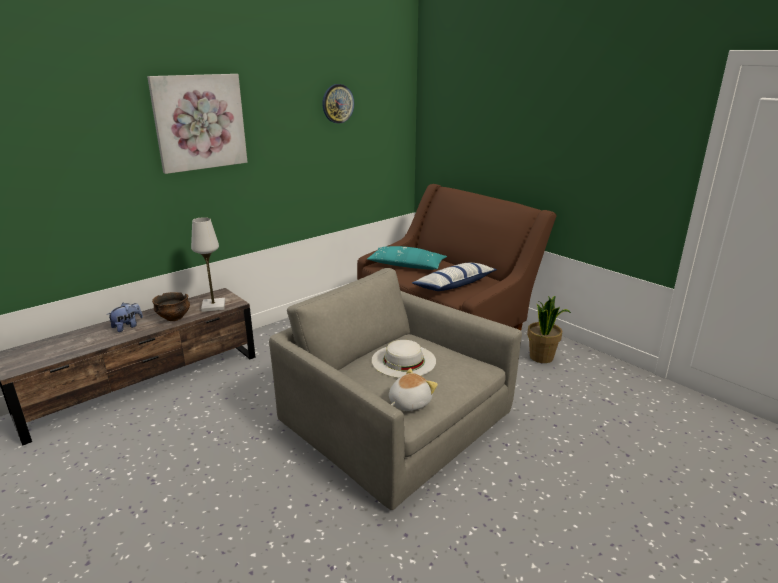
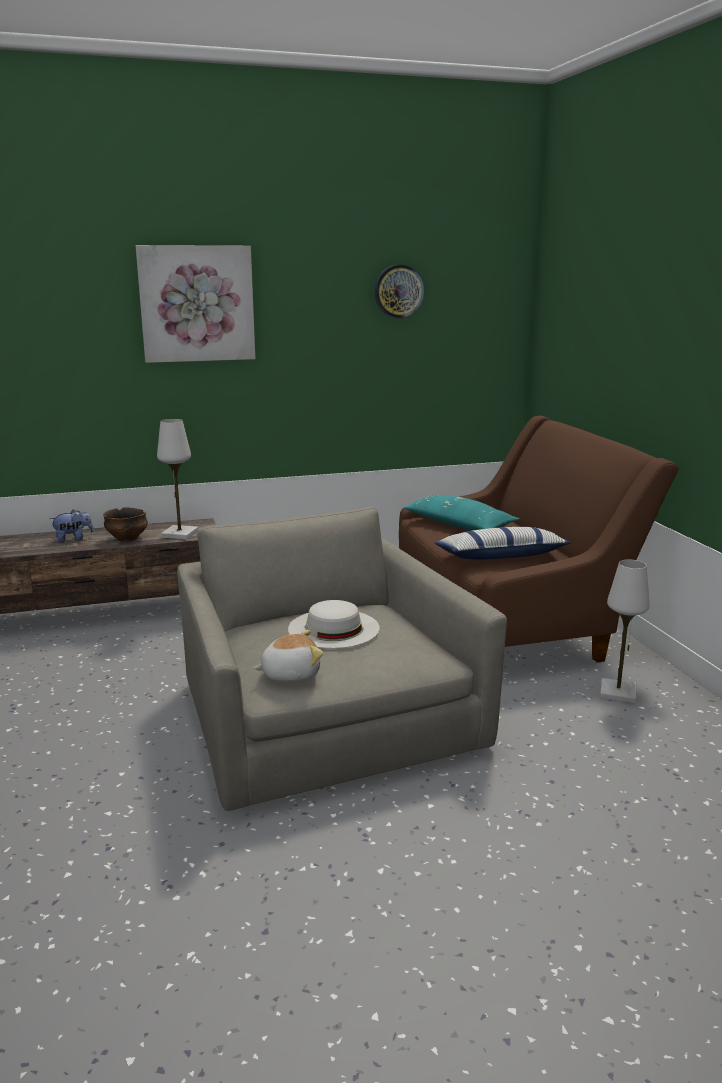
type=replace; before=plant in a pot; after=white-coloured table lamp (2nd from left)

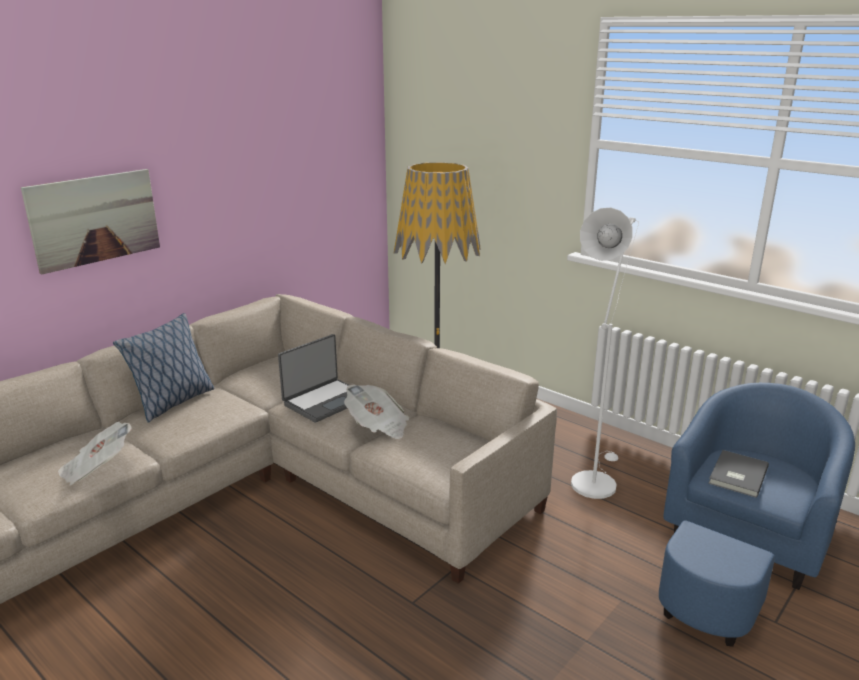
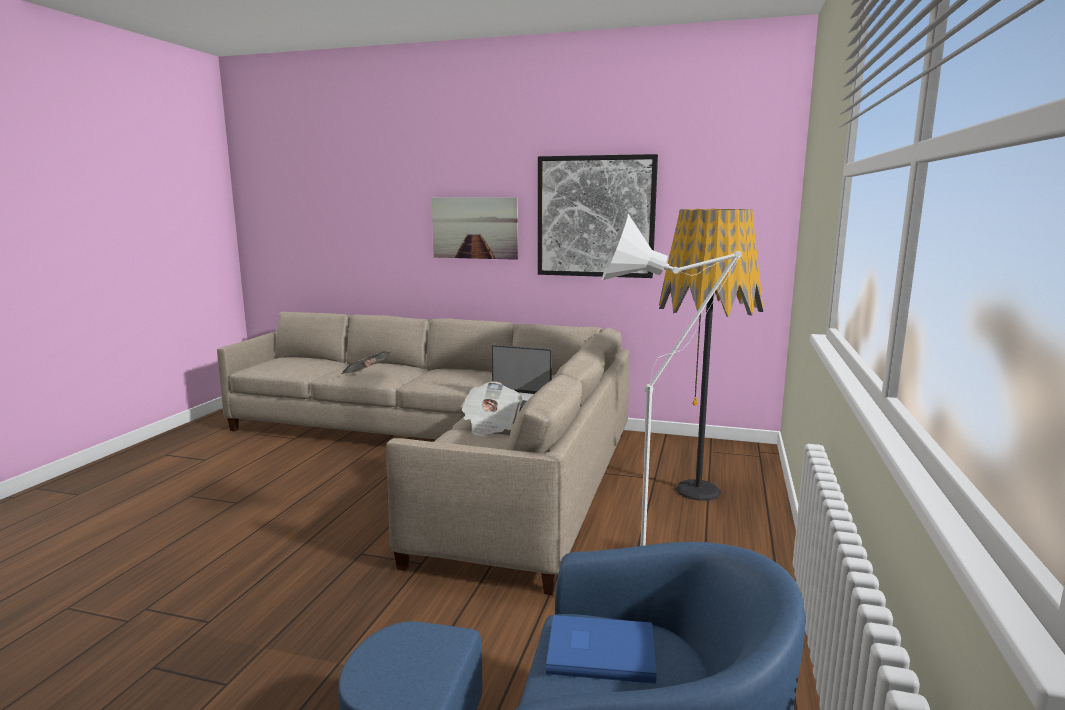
type=delete; before=throw pillow
type=recolor; before=grey bound book; after=bluish bound book
type=insert; after=wall picture (2nd from left)

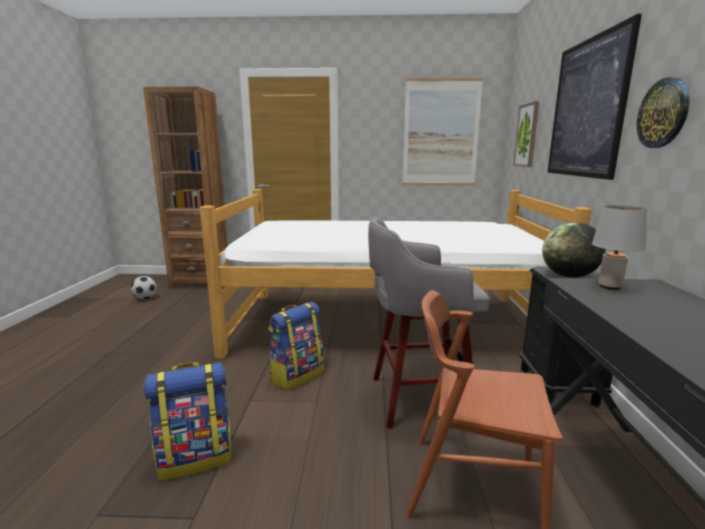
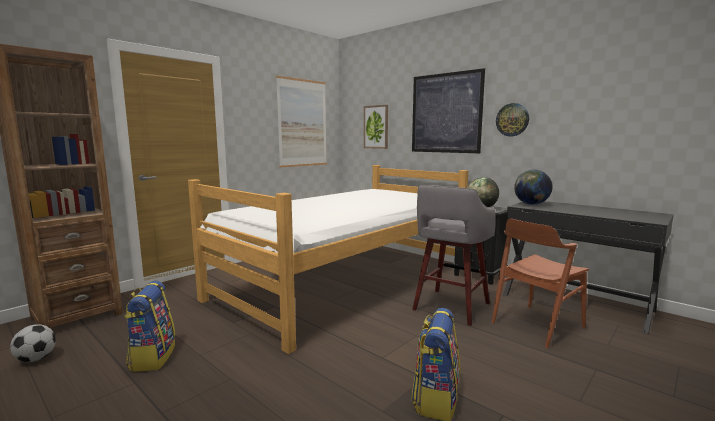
type=replace; before=grey table lamp; after=globe (2nd from left)
type=move; before=rucksack (2nd from left in the first image); after=rucksack (1st from left)

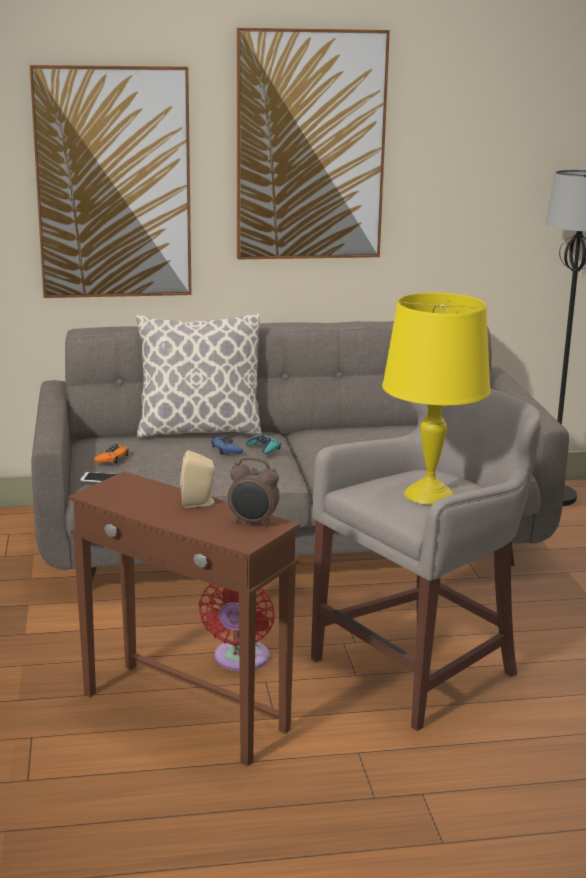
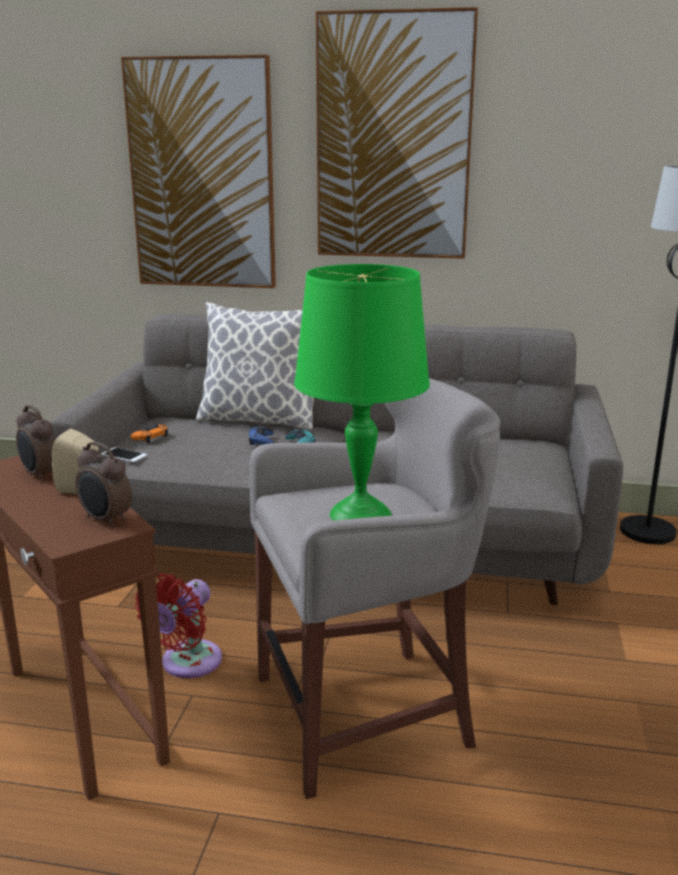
type=recolor; before=yellowish table lamp; after=greenish table lamp
type=insert; after=table clock (1st from left)

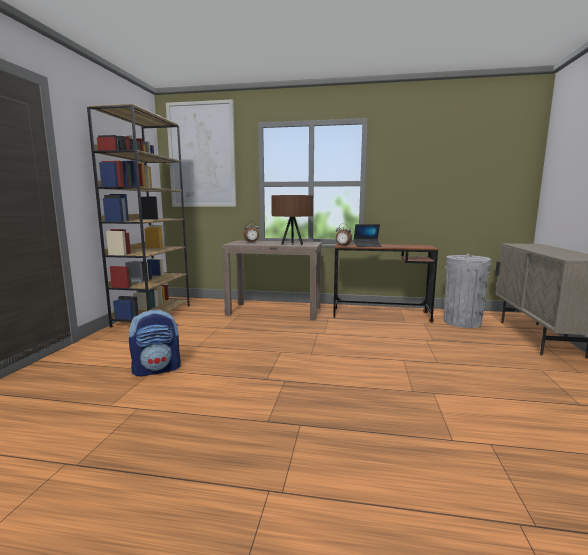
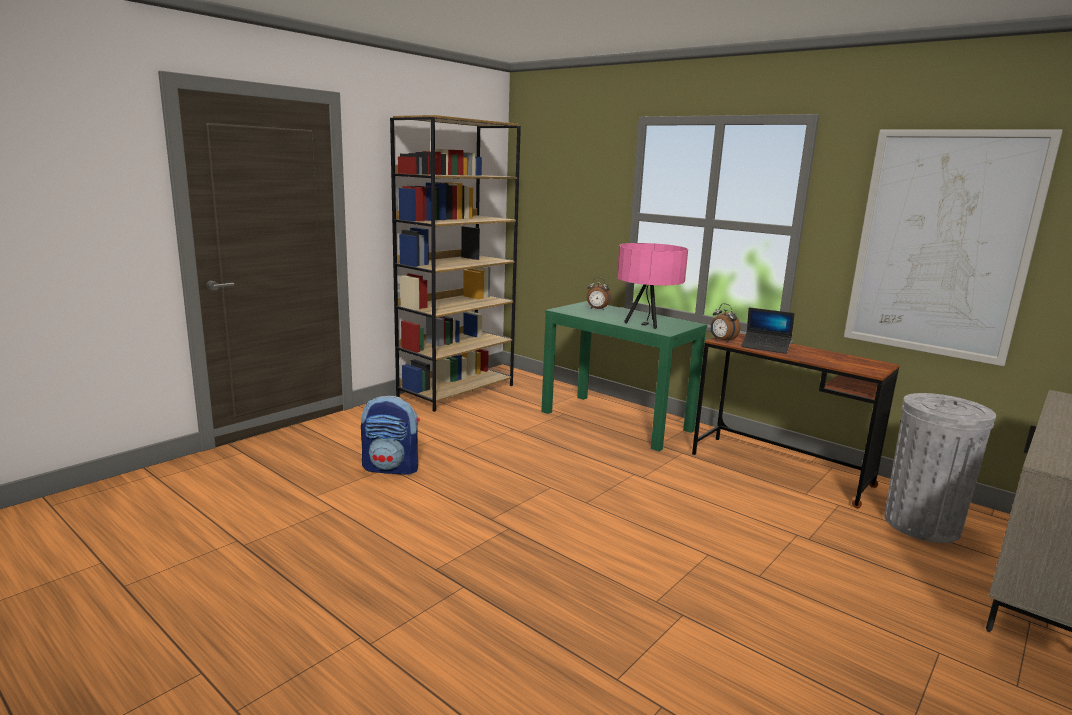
type=move; before=wall picture
type=recolor; before=brown table lamp; after=pinkish table lamp
type=recolor; before=brown console table; after=greenish console table

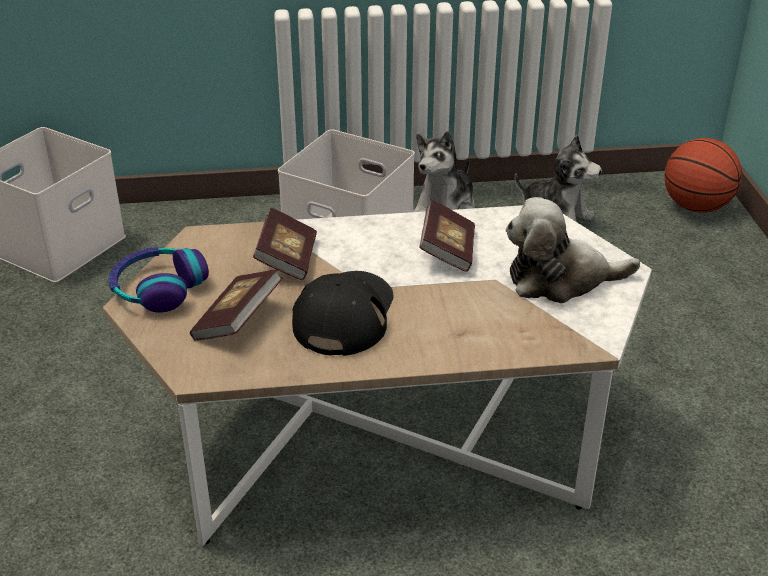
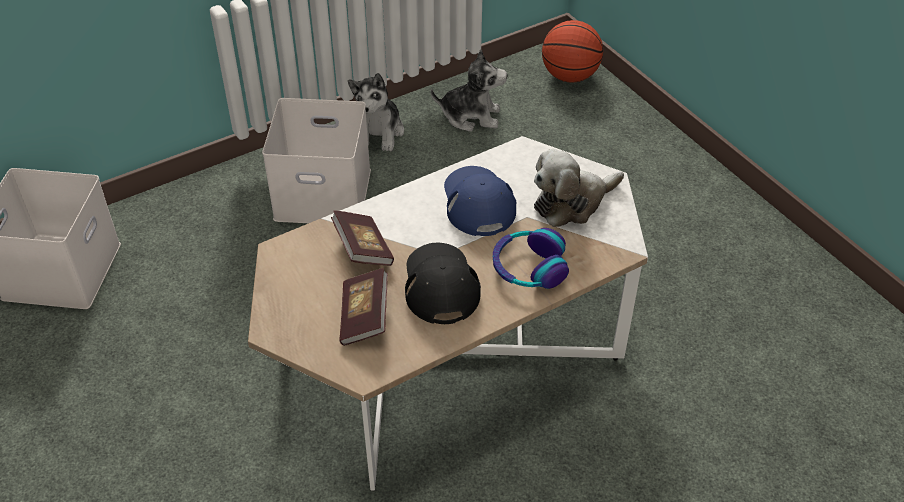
type=replace; before=bound book (3rd from left); after=bluish baseball cap
type=move; before=pair of headphones

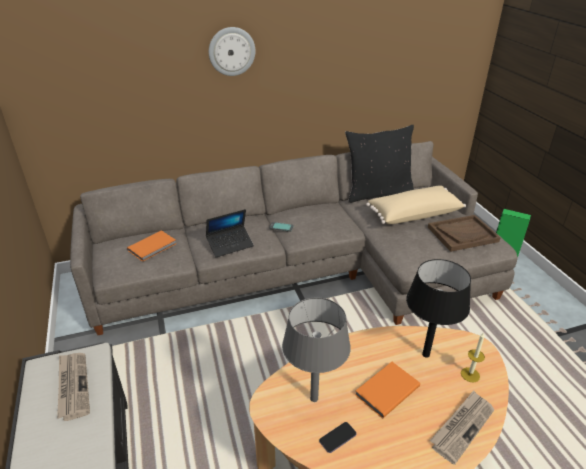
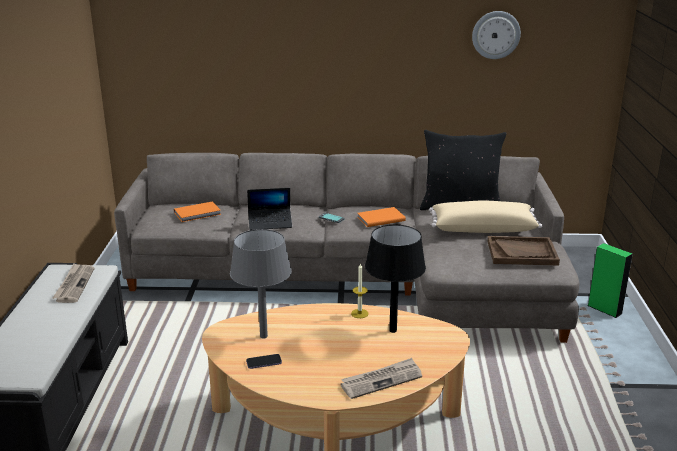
type=move; before=hanging clock
type=move; before=wax candle
type=move; before=orange-coloured bound book (2nd from left)

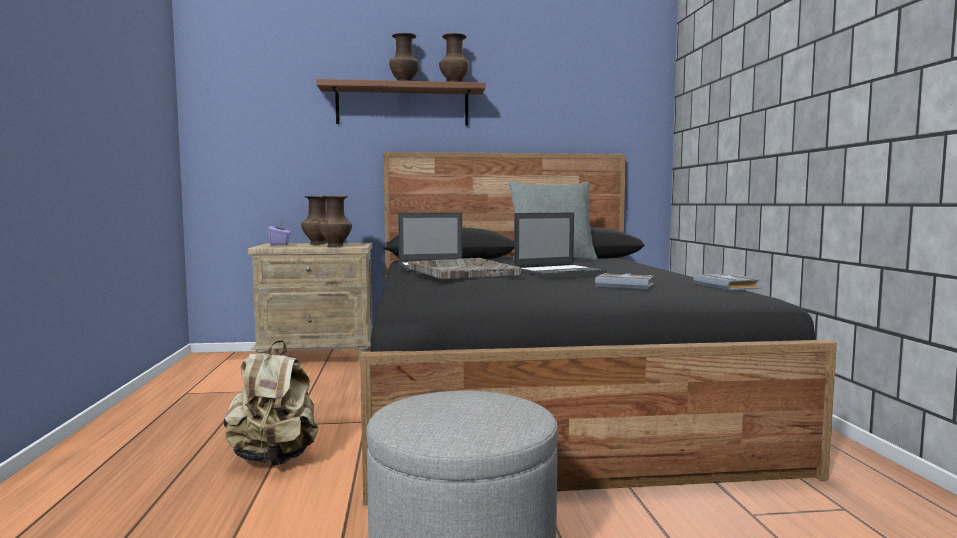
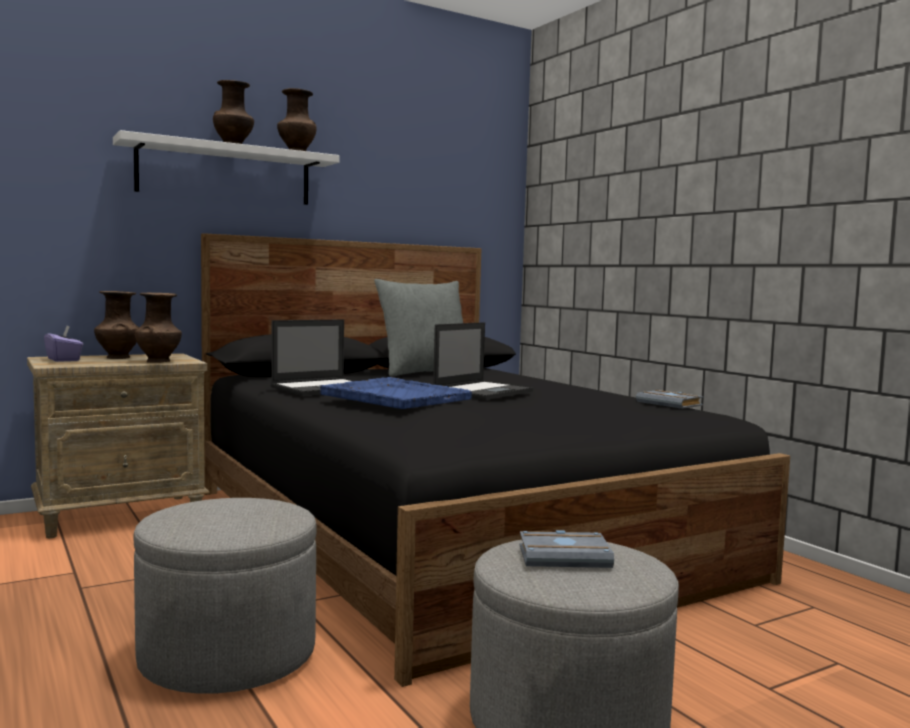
type=recolor; before=brown wall shelf; after=white-coloured wall shelf
type=recolor; before=grey tray; after=bluish tray
type=move; before=grey bound book (1st from left)
type=replace; before=beige rucksack; after=grey ottoman (1st from left)

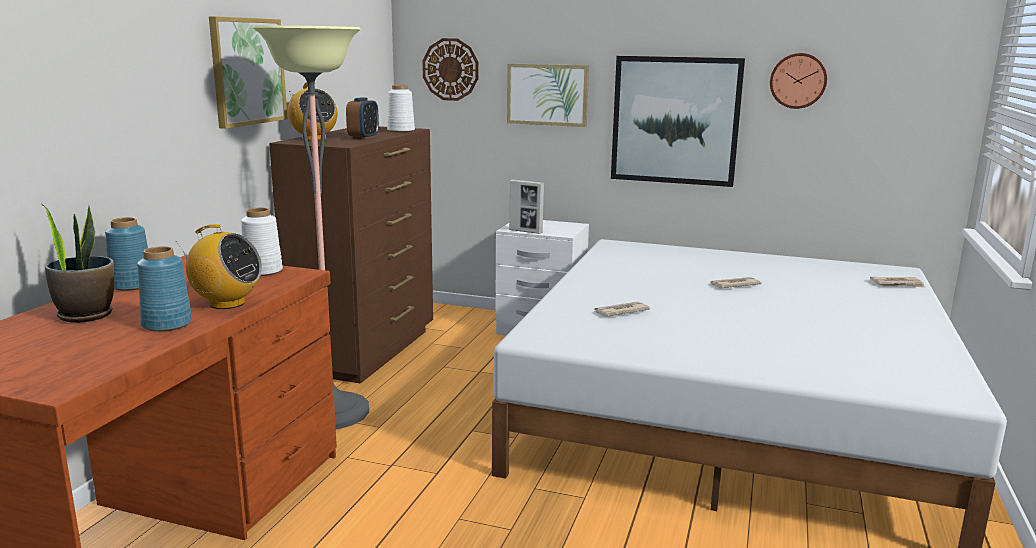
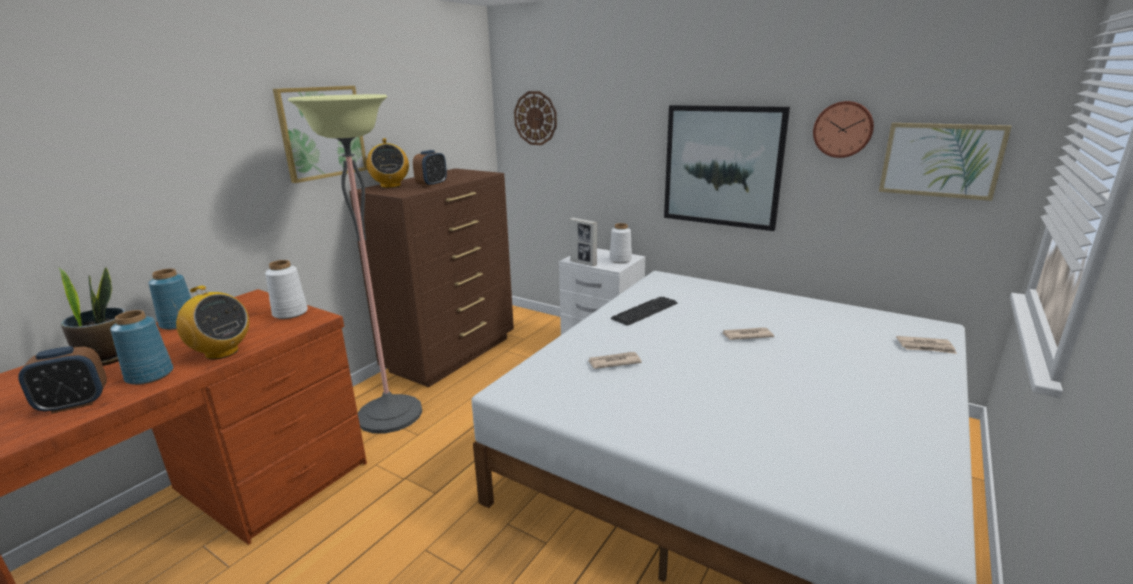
type=move; before=wall picture (2nd from left in the first image); after=wall picture (3rd from left)
type=move; before=white-coloured vase (2nd from left)
type=insert; after=keyboard
type=insert; after=table clock (1st from left)

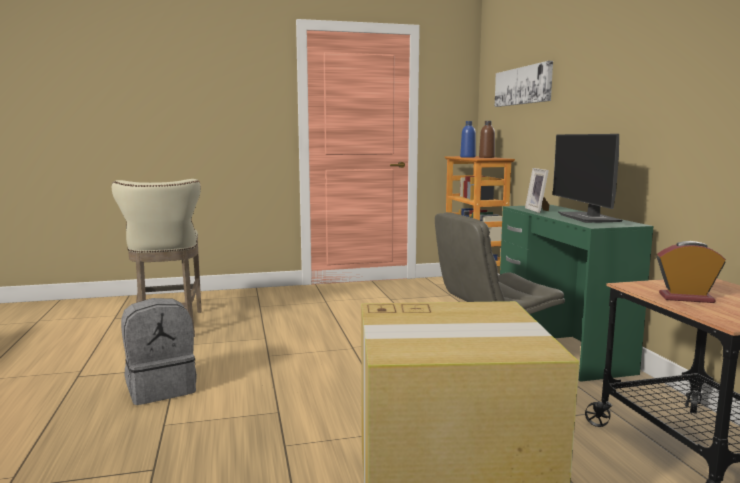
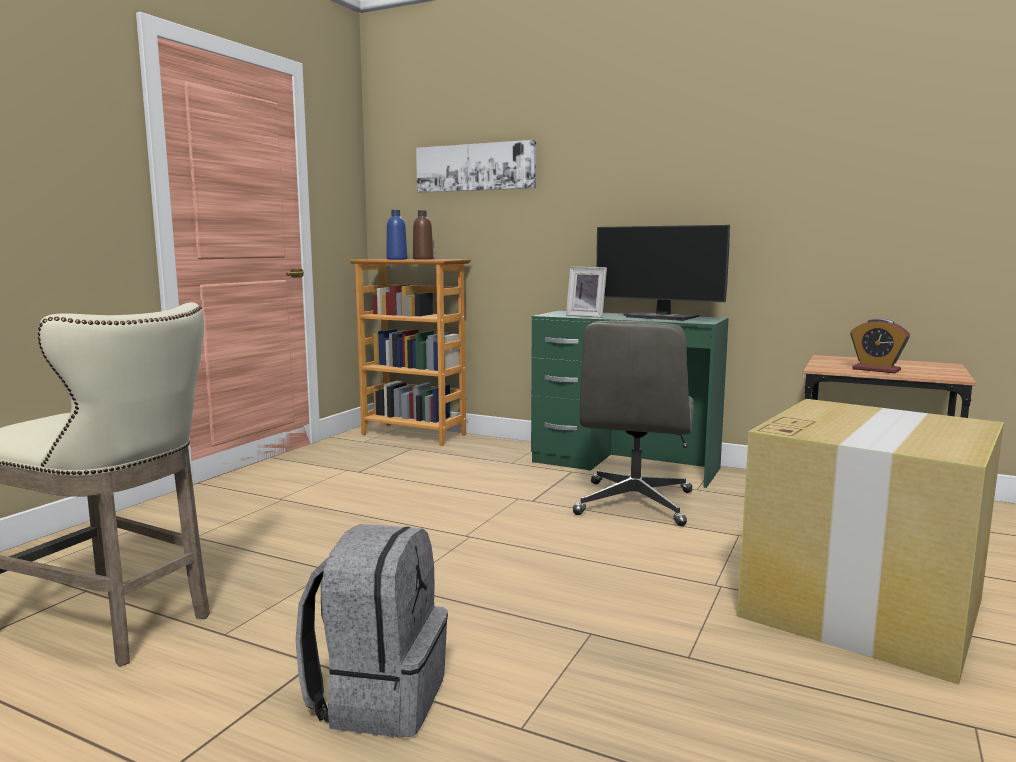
type=rotate; before=table clock; turn=-105

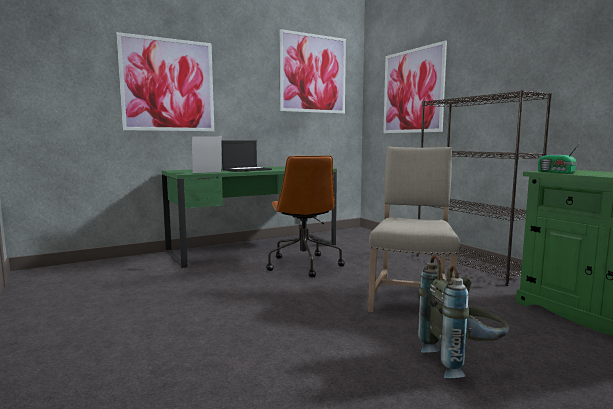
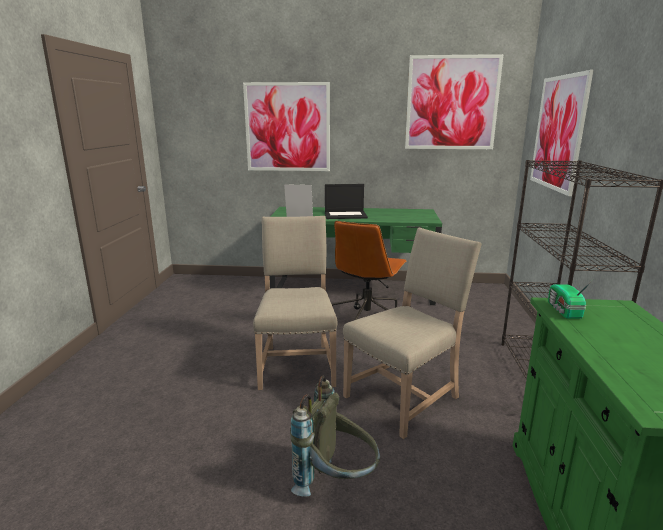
type=insert; after=beige plain chair (1st from left)

